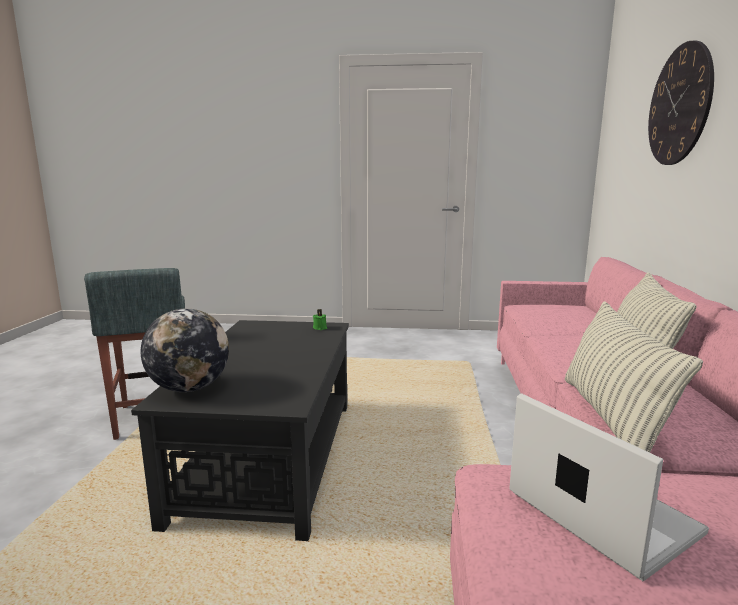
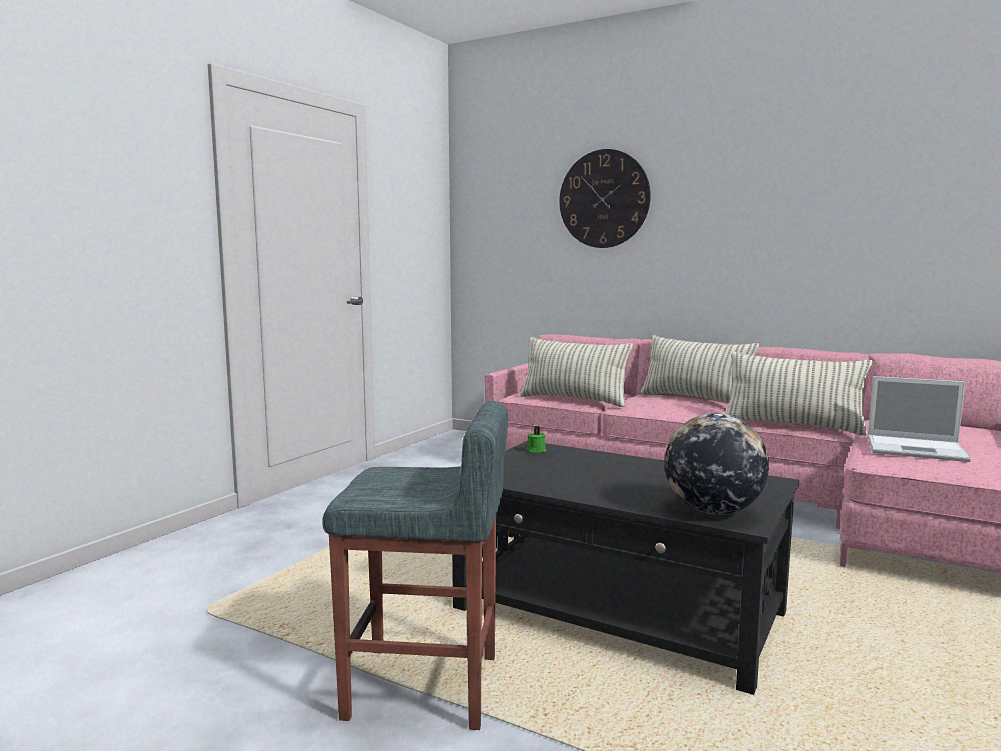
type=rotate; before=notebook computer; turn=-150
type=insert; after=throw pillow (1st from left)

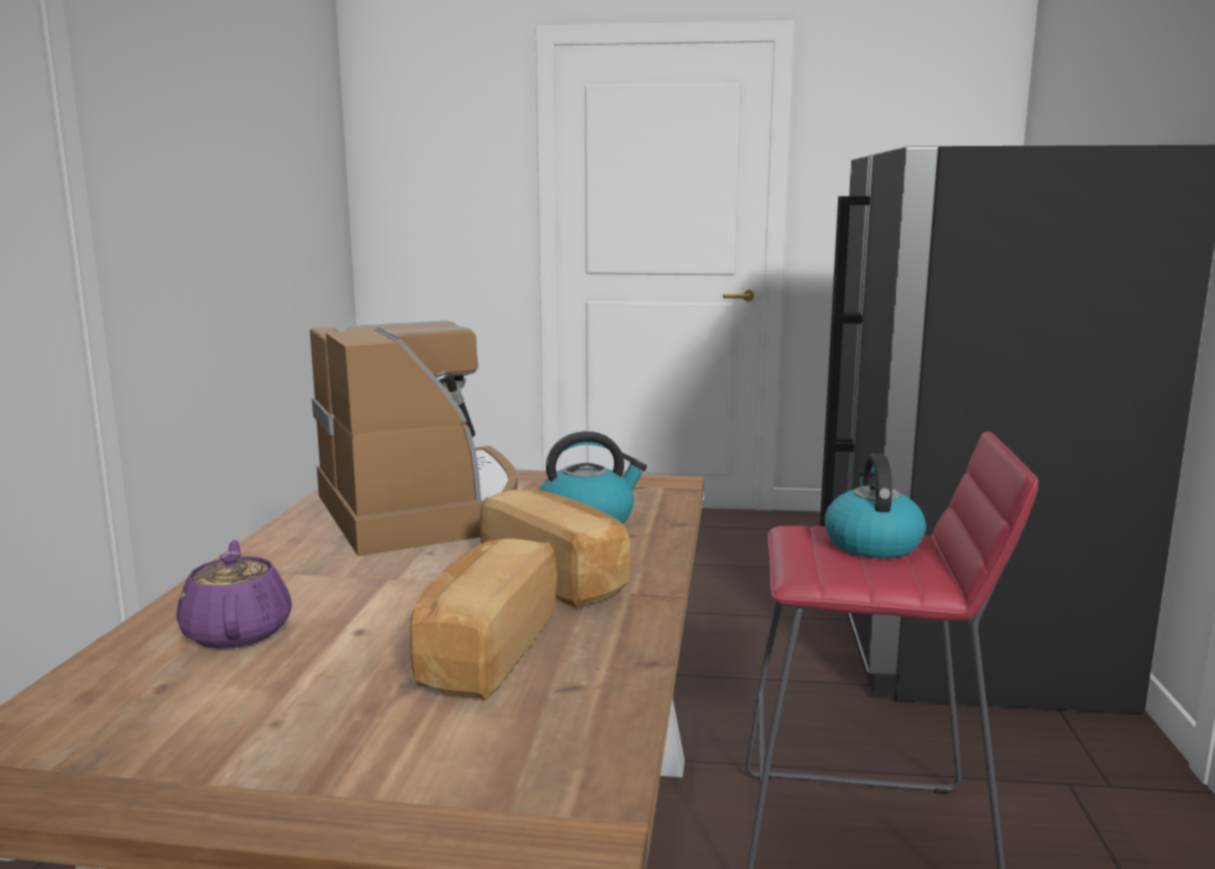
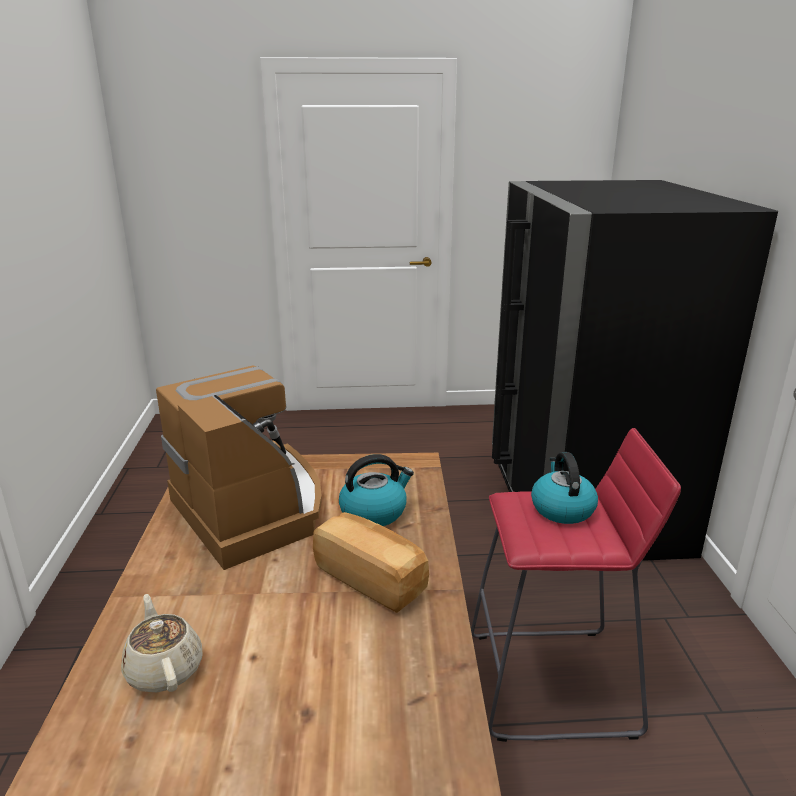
type=delete; before=bakery bread (1st from left)
type=recolor; before=purple-coloured pot for tea; after=beige pot for tea

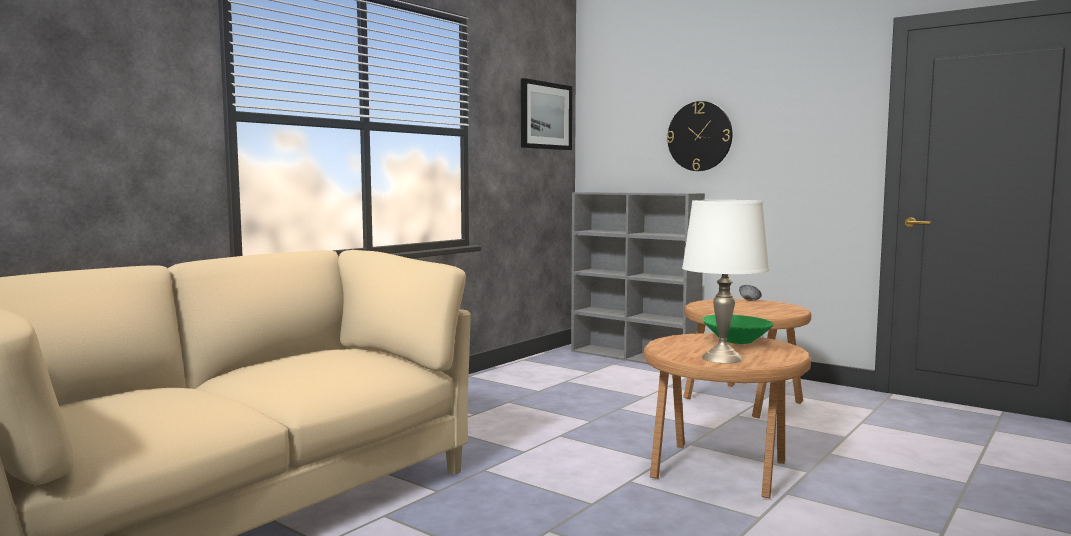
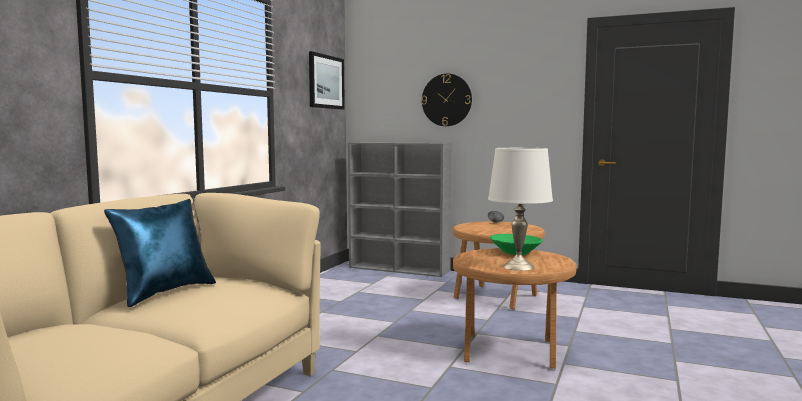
type=insert; after=bluish throw pillow

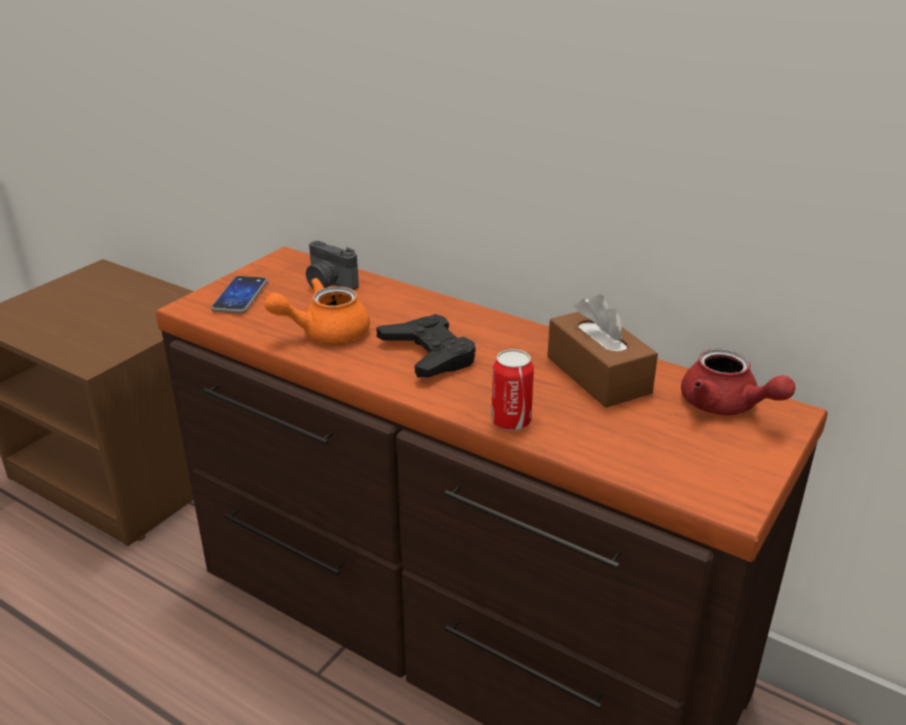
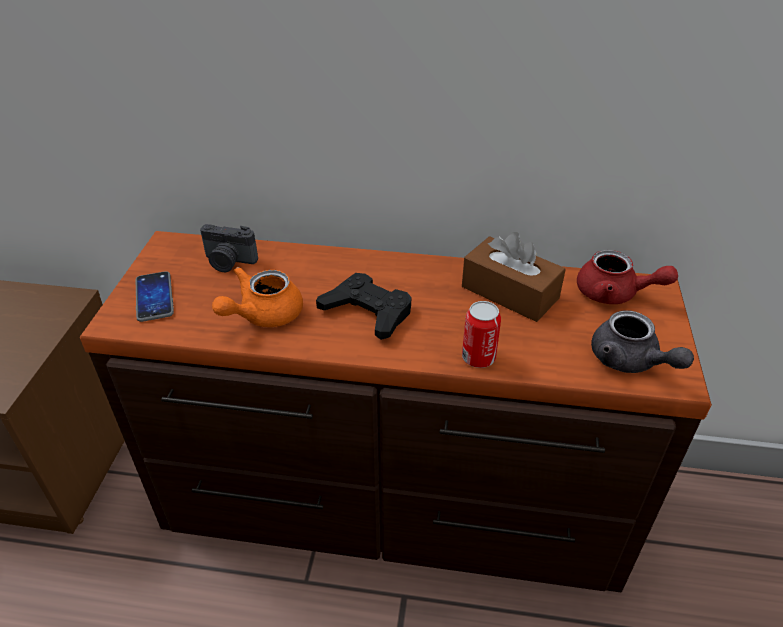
type=insert; after=grey pot for tea

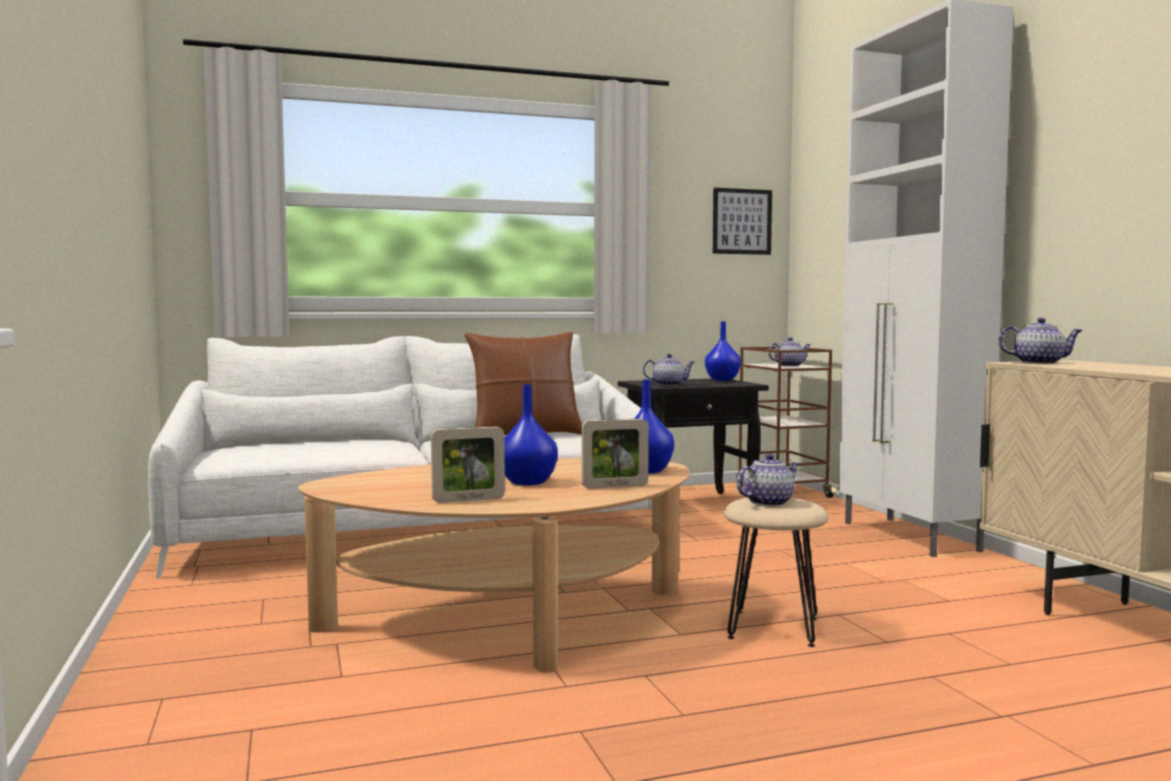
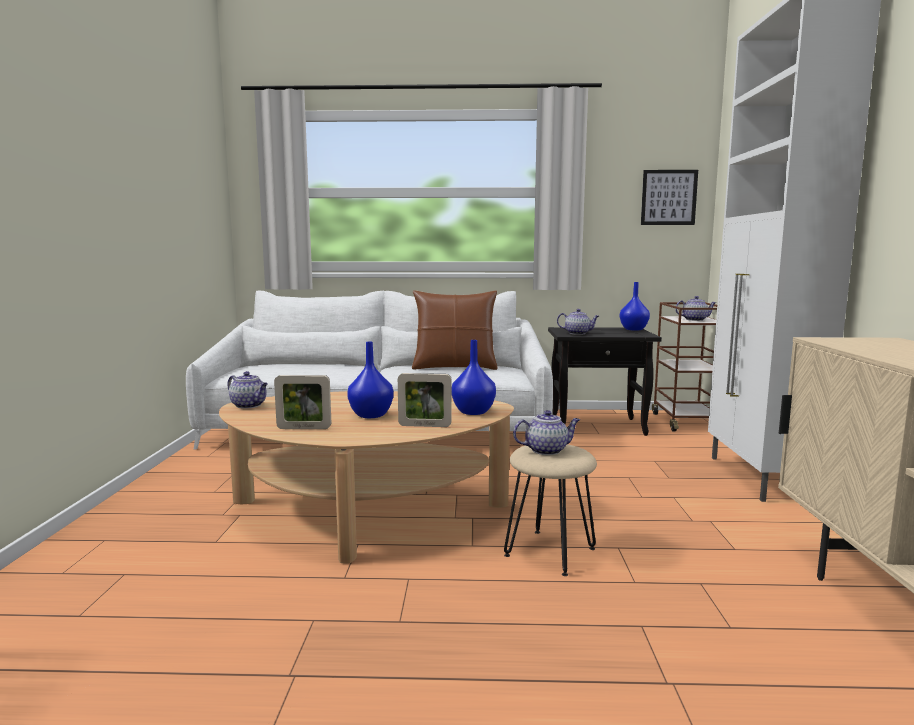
type=move; before=pot for tea (4th from left in the first image); after=pot for tea (1st from left)

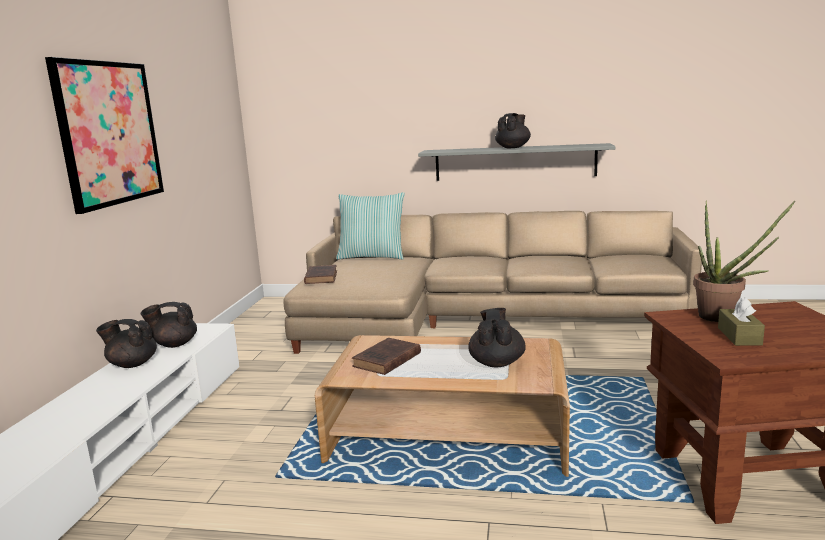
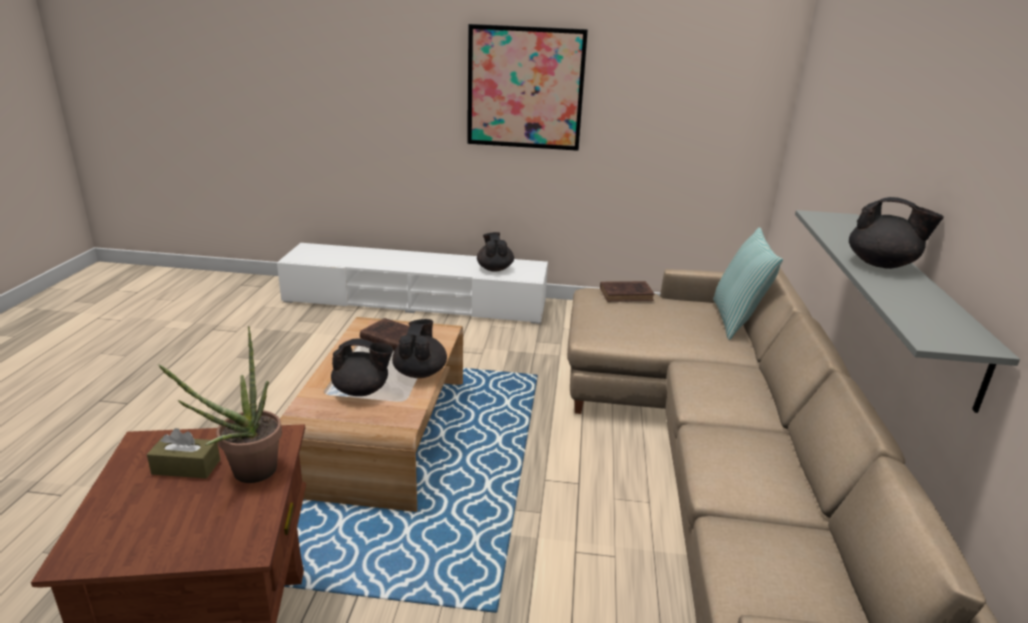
type=move; before=black-coloured pot for tea (1st from left in the first image); after=black-coloured pot for tea (2nd from left)

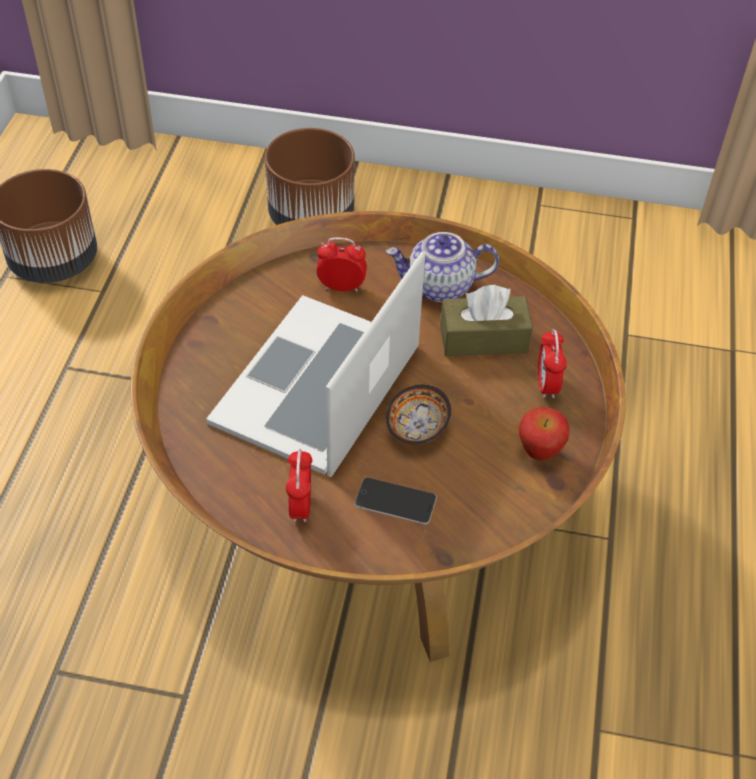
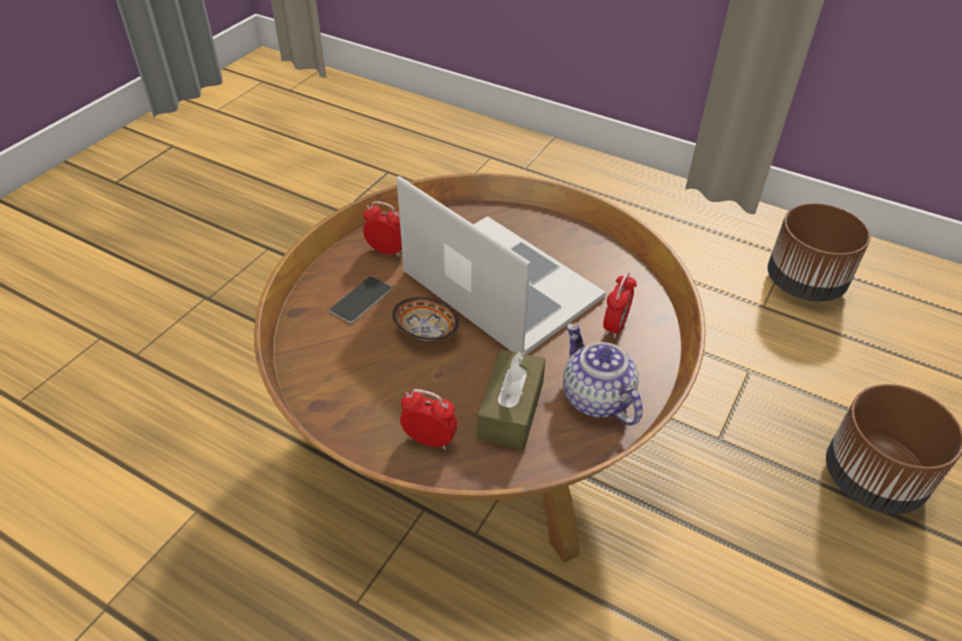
type=rotate; before=pot for tea; turn=-45
type=delete; before=whole apple

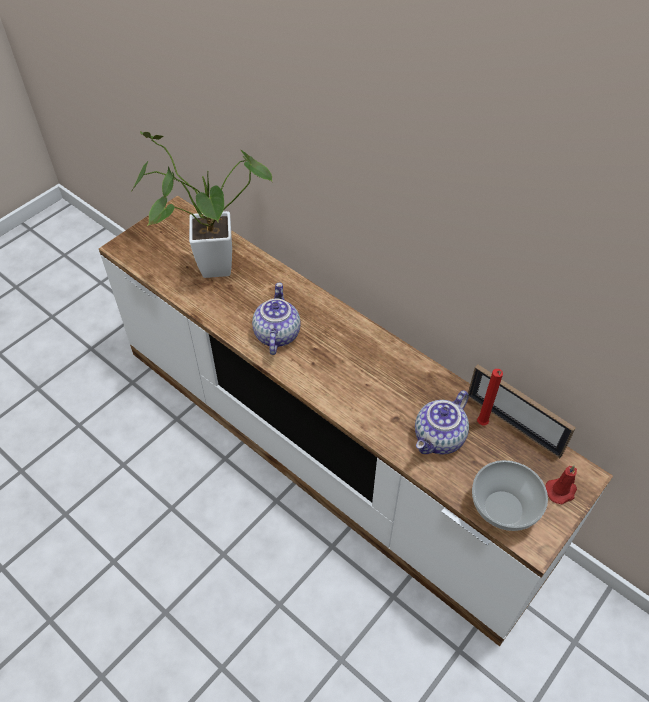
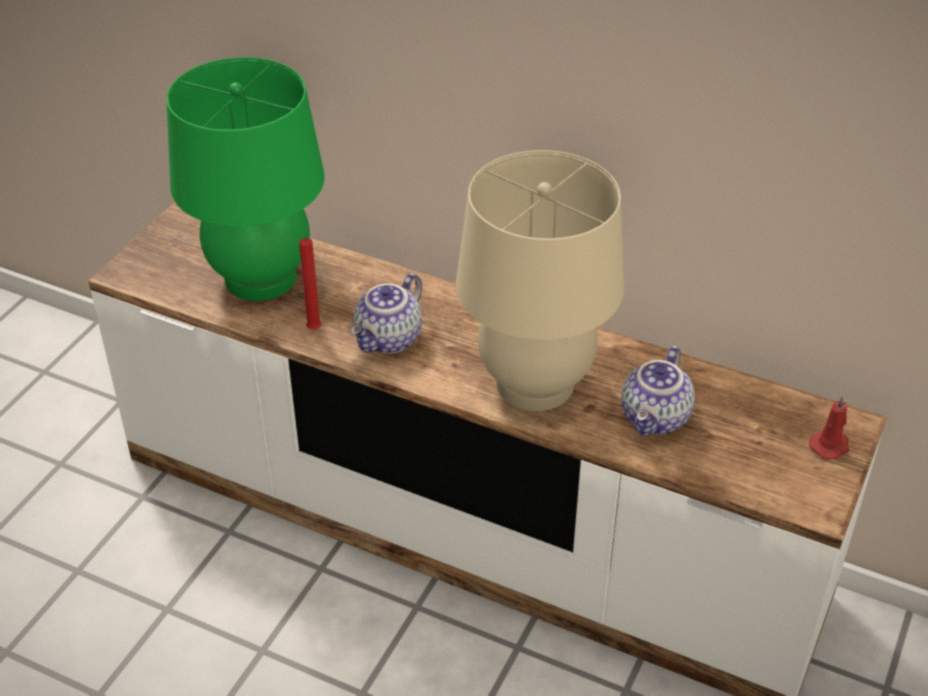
type=replace; before=plant in a pot; after=greenish table lamp
type=rotate; before=pot for tea (1st from left); turn=-135
type=delete; before=picture frame
type=move; before=reddish wax candle (1st from left)
type=delete; before=deep dish
type=insert; after=beige table lamp

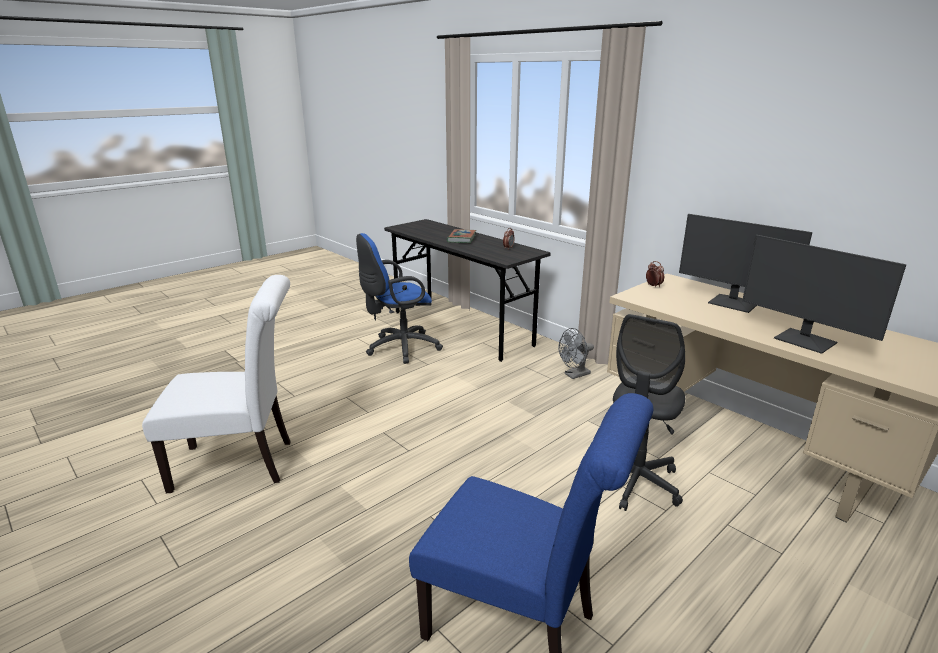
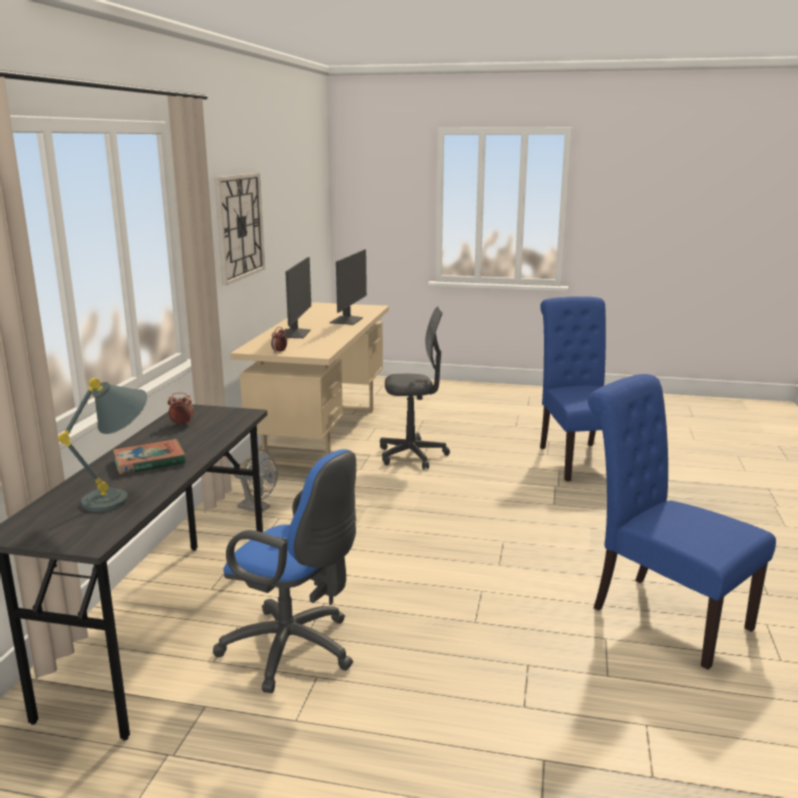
type=recolor; before=white-coloured plain chair; after=bluish plain chair (2nd from left)
type=insert; after=hanging clock
type=insert; after=grey table lamp

